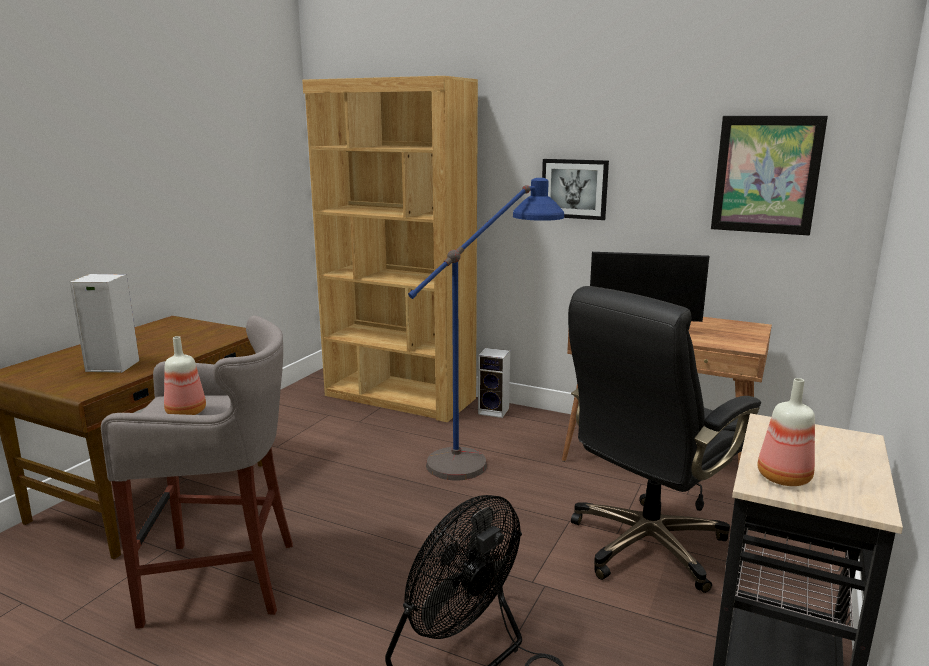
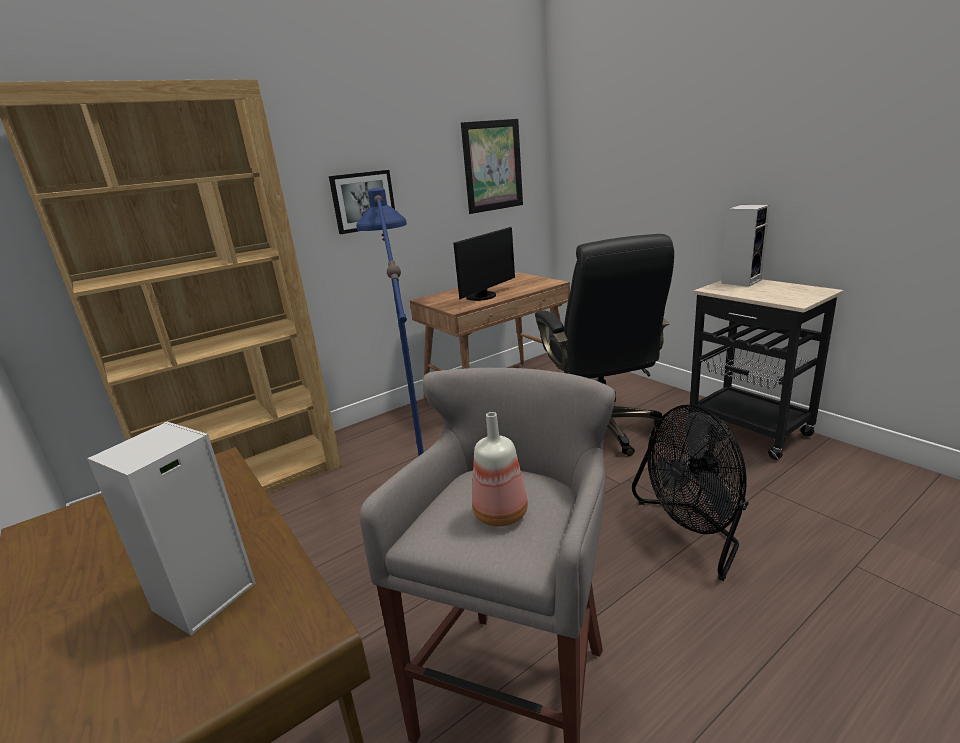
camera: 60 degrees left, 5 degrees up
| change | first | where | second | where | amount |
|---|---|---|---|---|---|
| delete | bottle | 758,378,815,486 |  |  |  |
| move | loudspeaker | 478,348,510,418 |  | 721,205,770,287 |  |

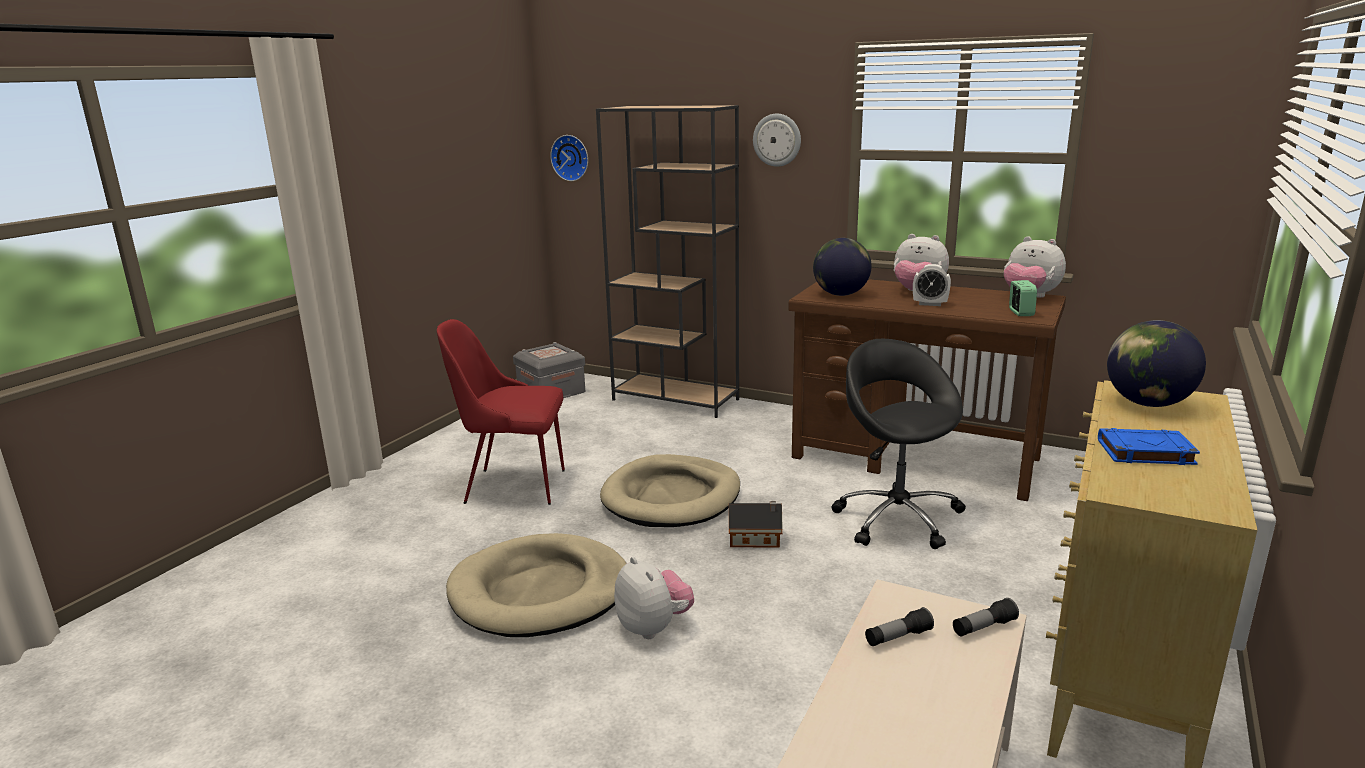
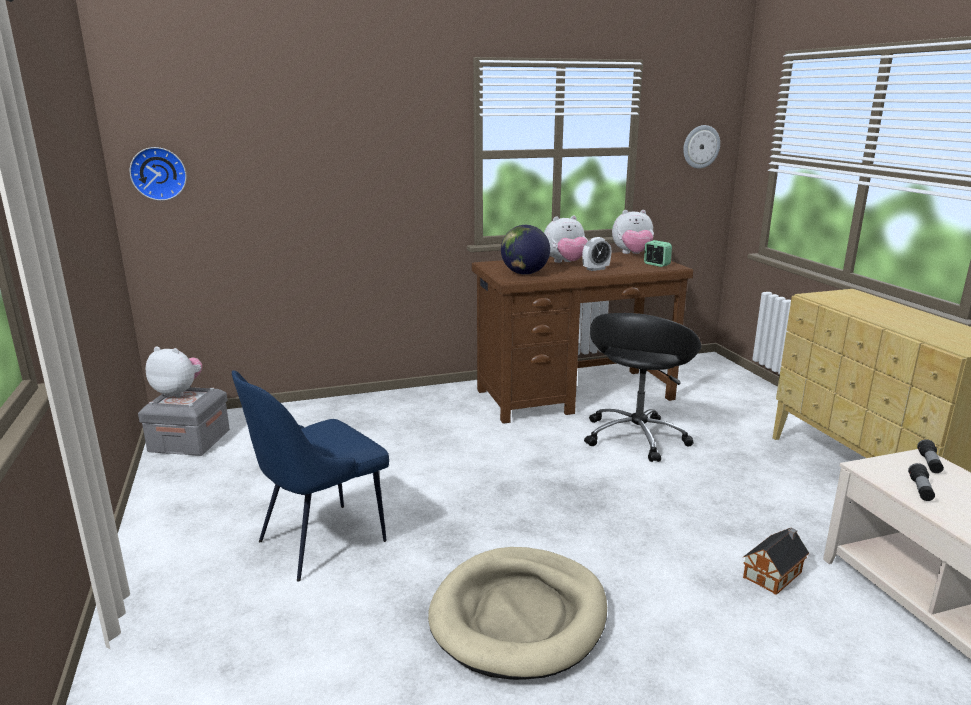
camera: 45 degrees left, 0 degrees up
| change | first | where | second | where | amount |
|---|---|---|---|---|---|
| delete | bookcase | 596,105,739,418 |  |  |  |
| delete | beige-coloured dog bed | 600,454,740,527 |  |  |  |
| delete | blue-coloured bound book | 1098,428,1200,465 |  |  |  |
| delete | globe | 1107,320,1206,407 |  |  |  |
| move | cuddly toy | 614,557,694,639 |  | 146,347,202,397 |  |
| move | miniature house | 729,501,783,548 |  | 743,528,809,595 |  |
| move | wall clock | 753,114,801,167 |  | 683,125,720,169 |  |
| recolor | reddish chair | 437,319,565,505 | blue-coloured chair | 232,370,389,582 |  |
| rotate | black computer chair | 831,339,966,549 |  | 584,313,702,462 | 75 degrees counterclockwise |

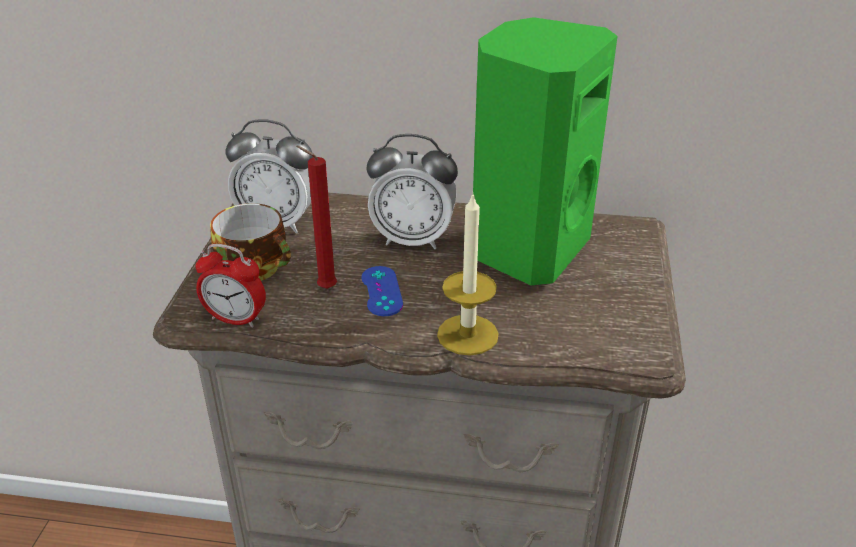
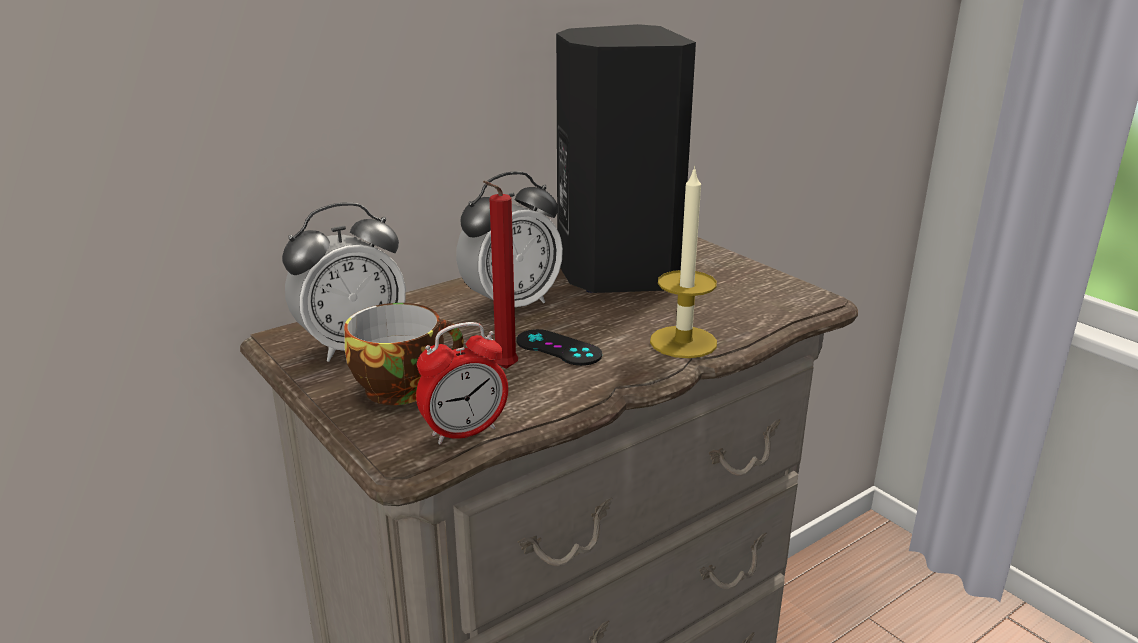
camera: 45 degrees left, 10 degrees down
| change | first | where | second | where | amount |
|---|---|---|---|---|---|
| recolor | blue-coloured game controller | 362,266,403,316 | black game controller | 516,329,602,366 |  |
| recolor | green-coloured loudspeaker | 473,17,618,285 | black loudspeaker | 556,24,696,293 |  |

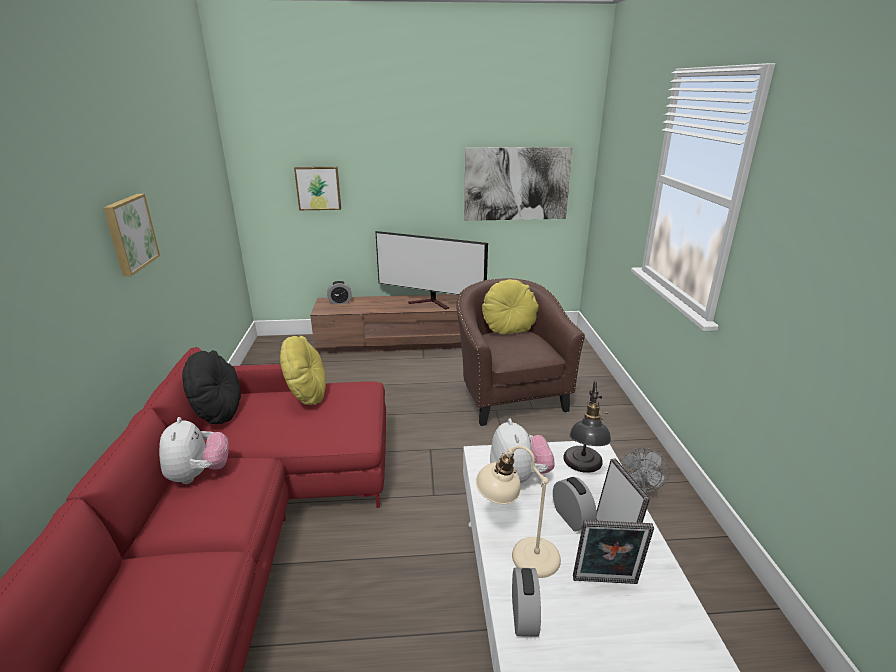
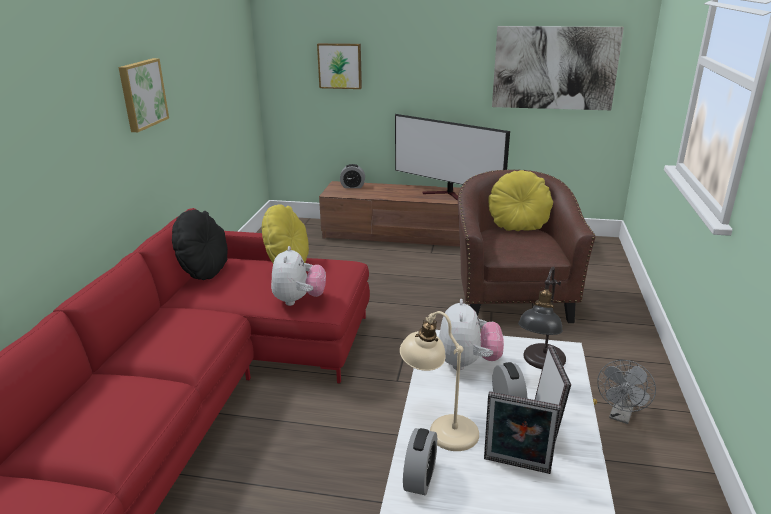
camera: 15 degrees right, 0 degrees up
| change | first | where | second | where | amount |
|---|---|---|---|---|---|
| move | cuddly toy | 159,417,229,484 |  | 271,246,326,306 |  |

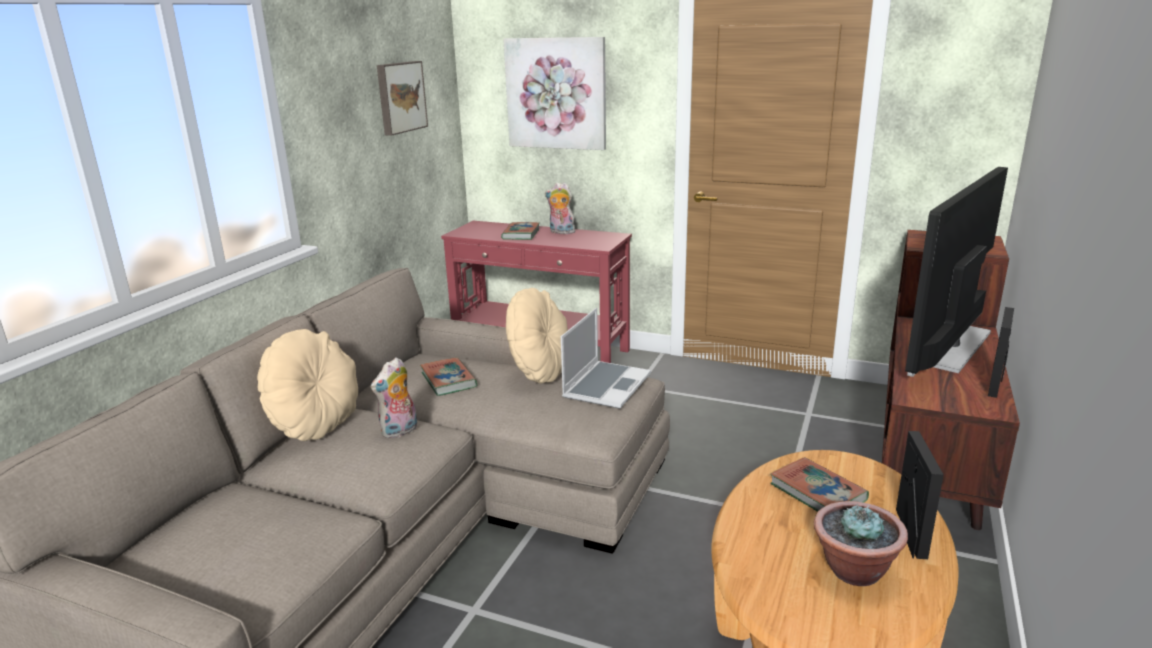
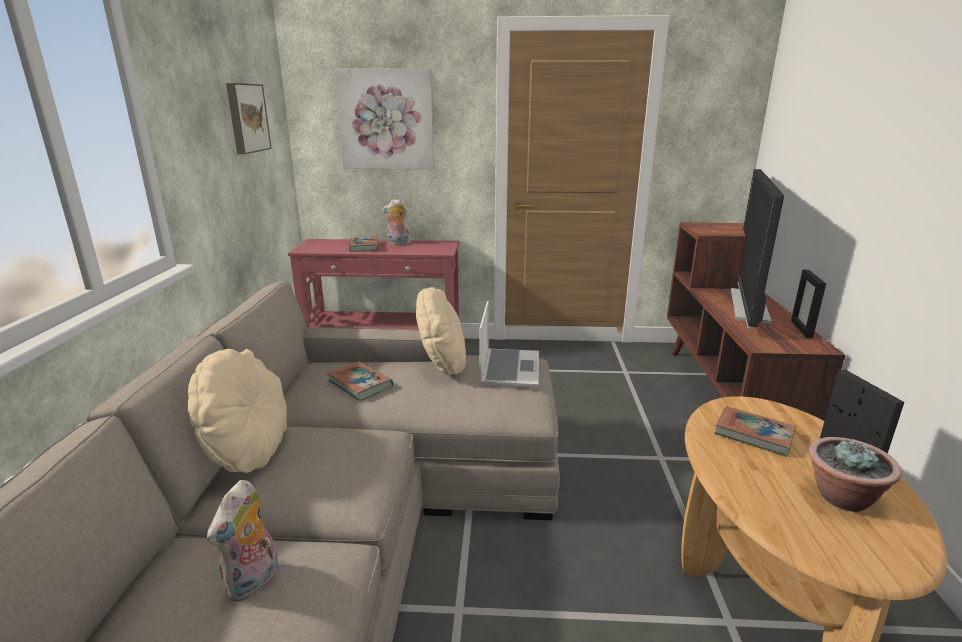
camera: 20 degrees left, 0 degrees up
| change | first | where | second | where | amount |
|---|---|---|---|---|---|
| move | cuddly toy | 371,357,417,438 |  | 207,480,278,602 |  |

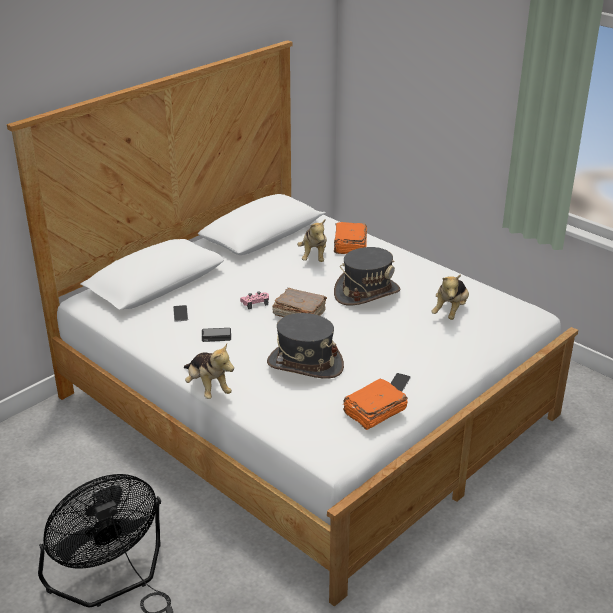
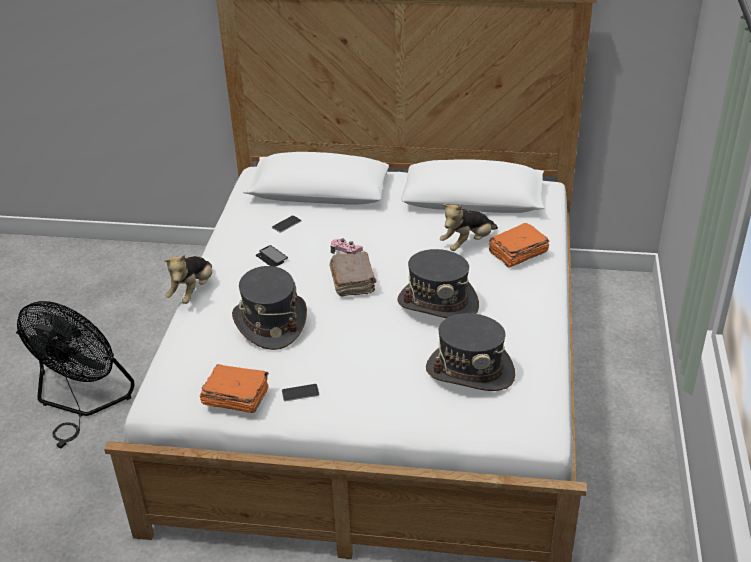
camera: 55 degrees right, 5 degrees up
| change | first | where | second | where | amount |
|---|---|---|---|---|---|
| replace | cuddly toy | 431,274,469,320 | gray clothing hat | 426,313,515,391 |  |

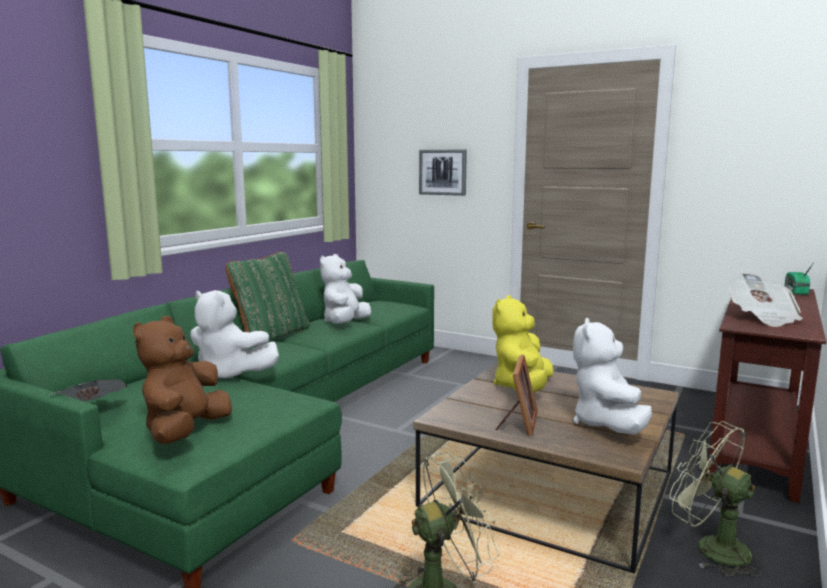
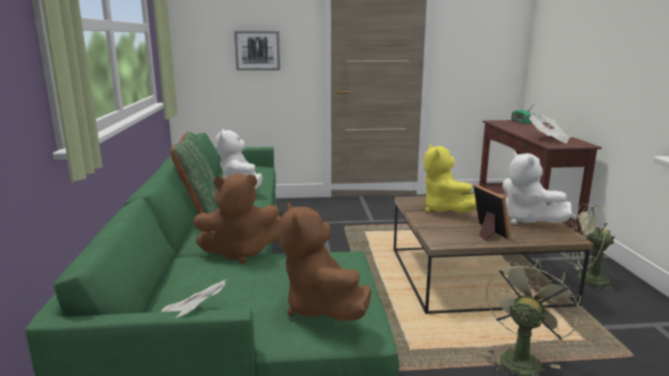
camera: 35 degrees left, 5 degrees up
| change | first | where | second | where | amount |
|---|---|---|---|---|---|
| recolor | white-coloured cuddly toy | 190,290,279,378 | brown-coloured cuddly toy | 193,173,280,264 |  |

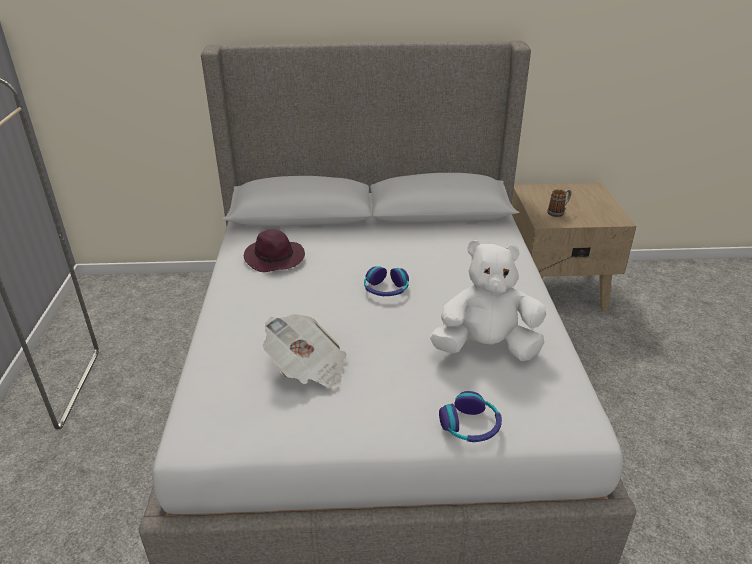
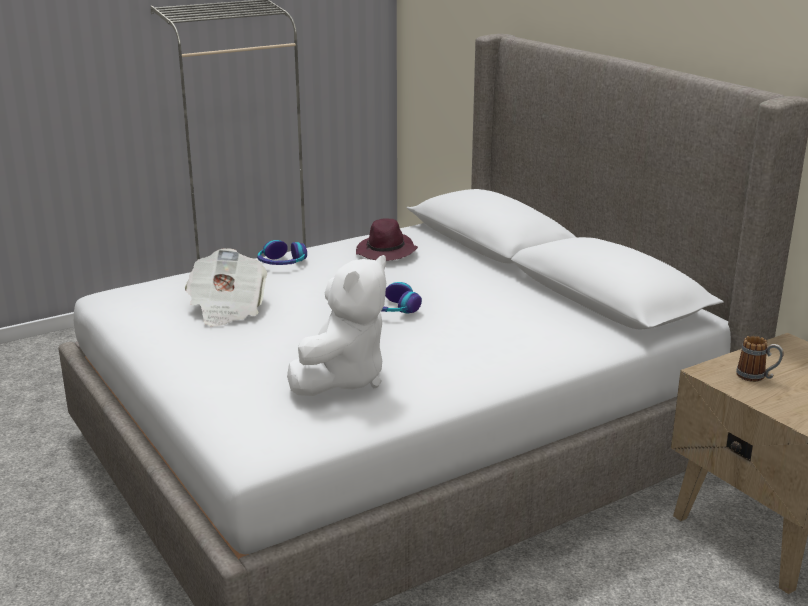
camera: 60 degrees right, 10 degrees down
| change | first | where | second | where | amount |
|---|---|---|---|---|---|
| move | pair of headphones | 439,391,502,442 |  | 257,240,307,265 |  |
| rotate | white-coloured cuddly toy | 430,240,546,361 |  | 287,255,386,396 | 60 degrees clockwise |

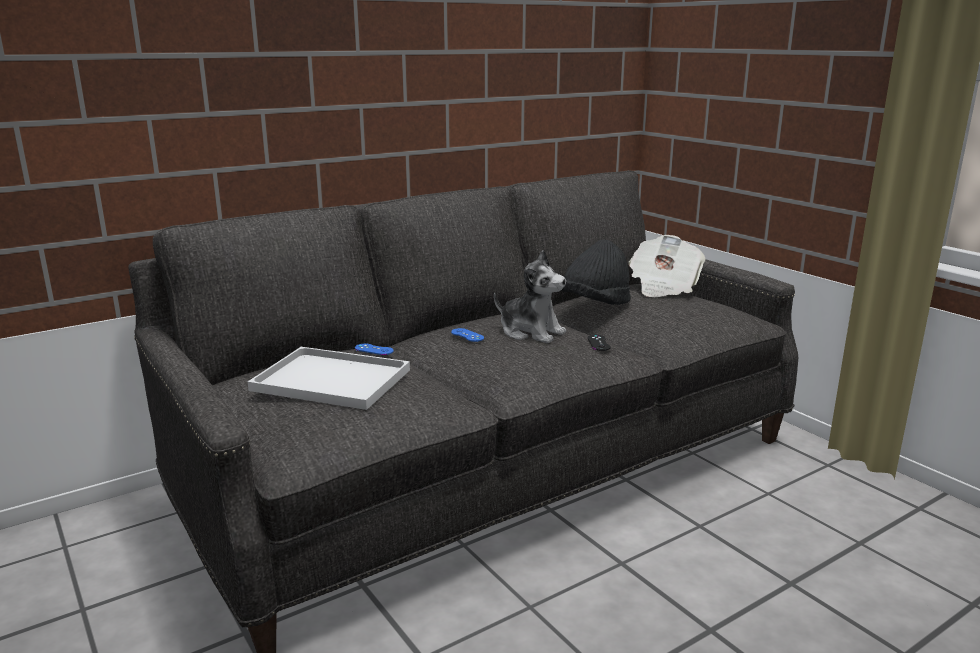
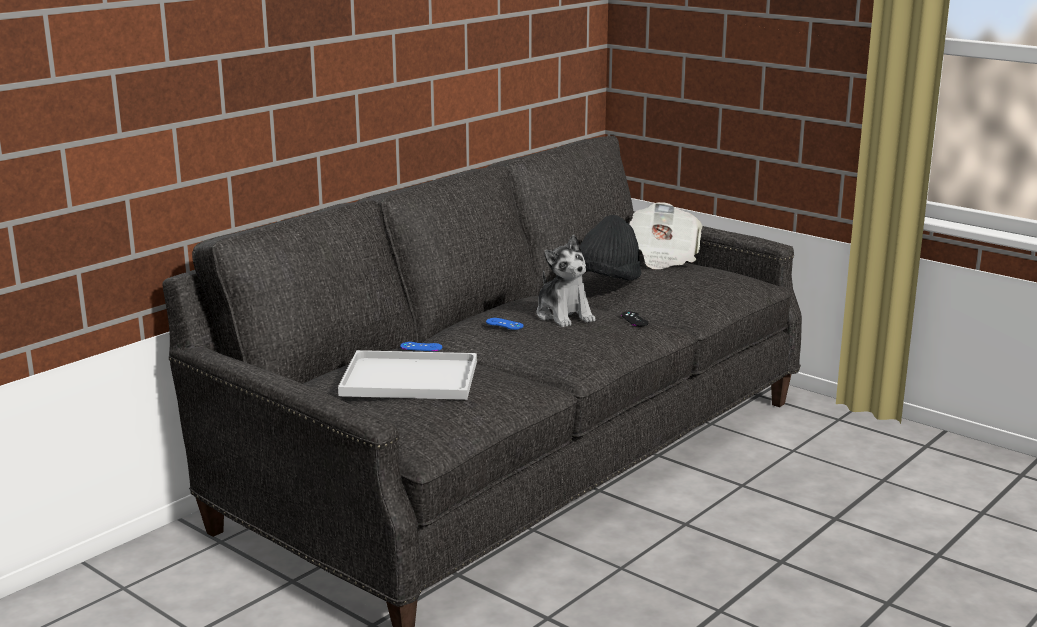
camera: 15 degrees left, 0 degrees up
| change | first | where | second | where | amount |
|---|---|---|---|---|---|
| rotate | cuddly toy | 494,250,566,344 |  | 536,235,595,327 | 45 degrees clockwise |

